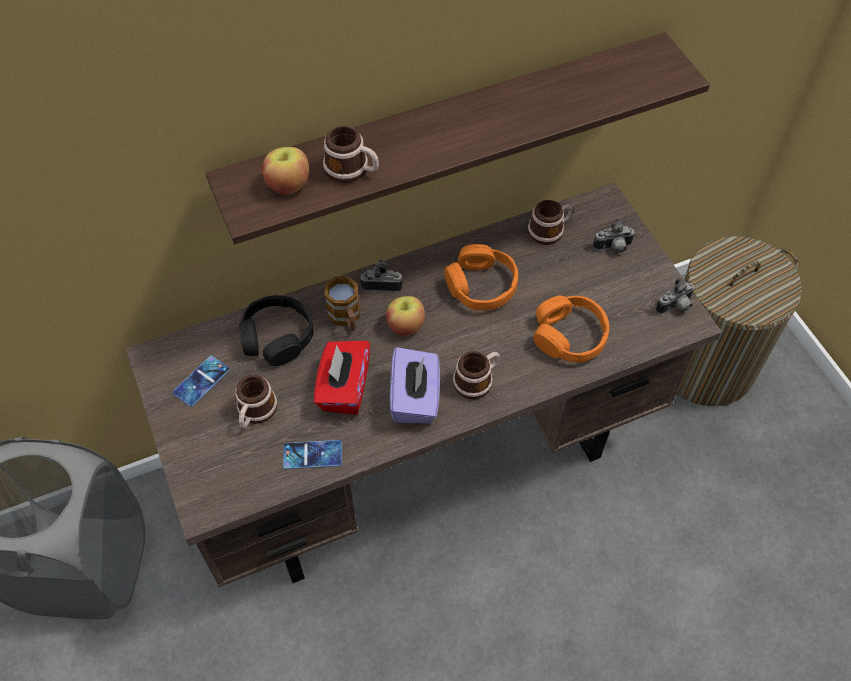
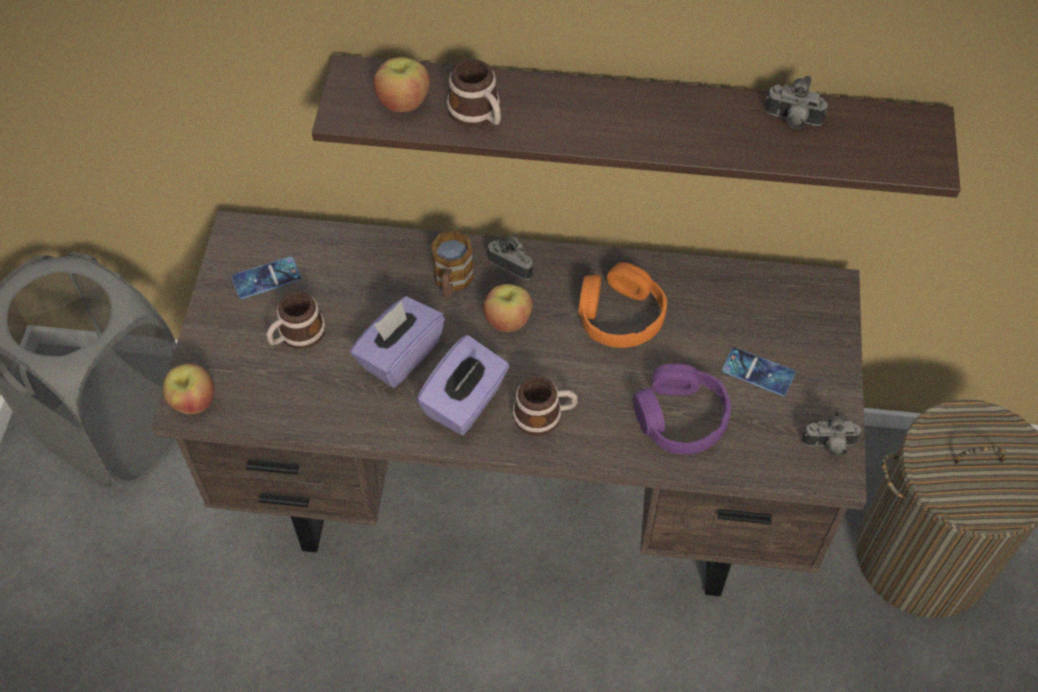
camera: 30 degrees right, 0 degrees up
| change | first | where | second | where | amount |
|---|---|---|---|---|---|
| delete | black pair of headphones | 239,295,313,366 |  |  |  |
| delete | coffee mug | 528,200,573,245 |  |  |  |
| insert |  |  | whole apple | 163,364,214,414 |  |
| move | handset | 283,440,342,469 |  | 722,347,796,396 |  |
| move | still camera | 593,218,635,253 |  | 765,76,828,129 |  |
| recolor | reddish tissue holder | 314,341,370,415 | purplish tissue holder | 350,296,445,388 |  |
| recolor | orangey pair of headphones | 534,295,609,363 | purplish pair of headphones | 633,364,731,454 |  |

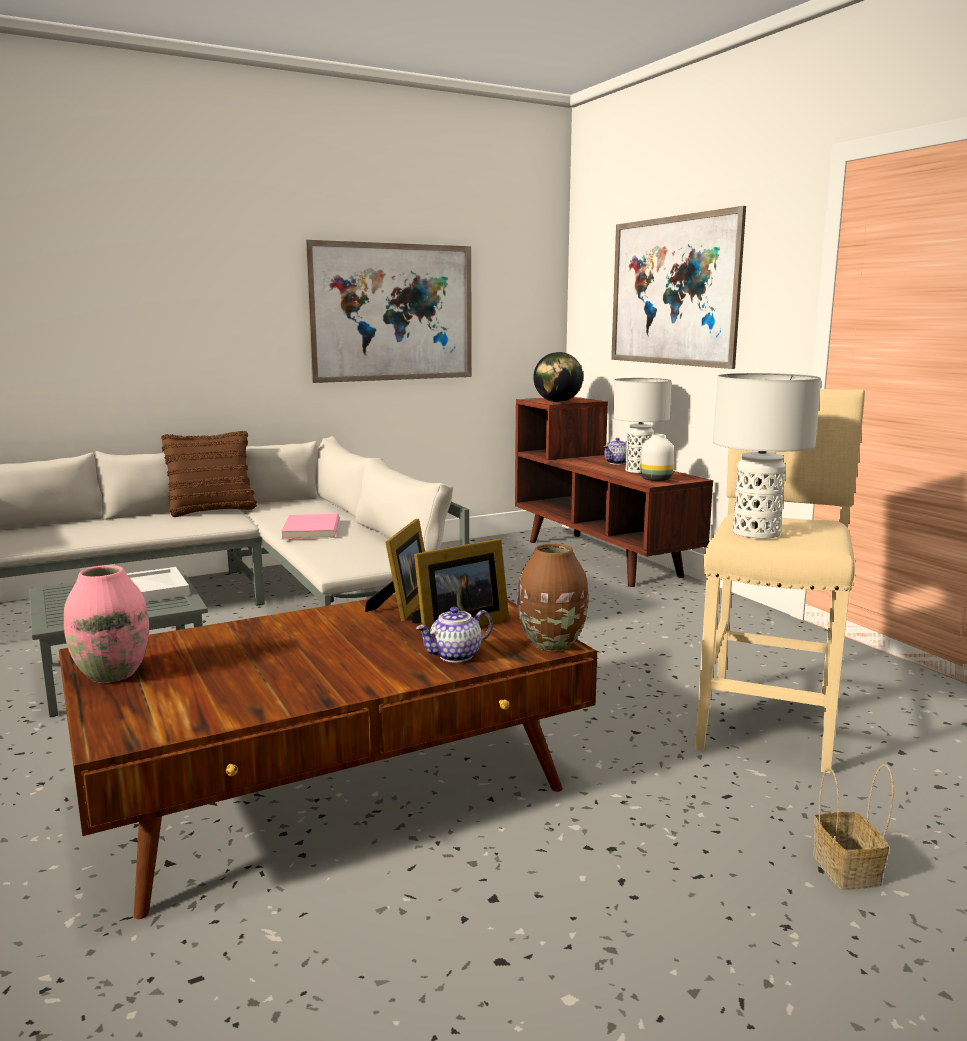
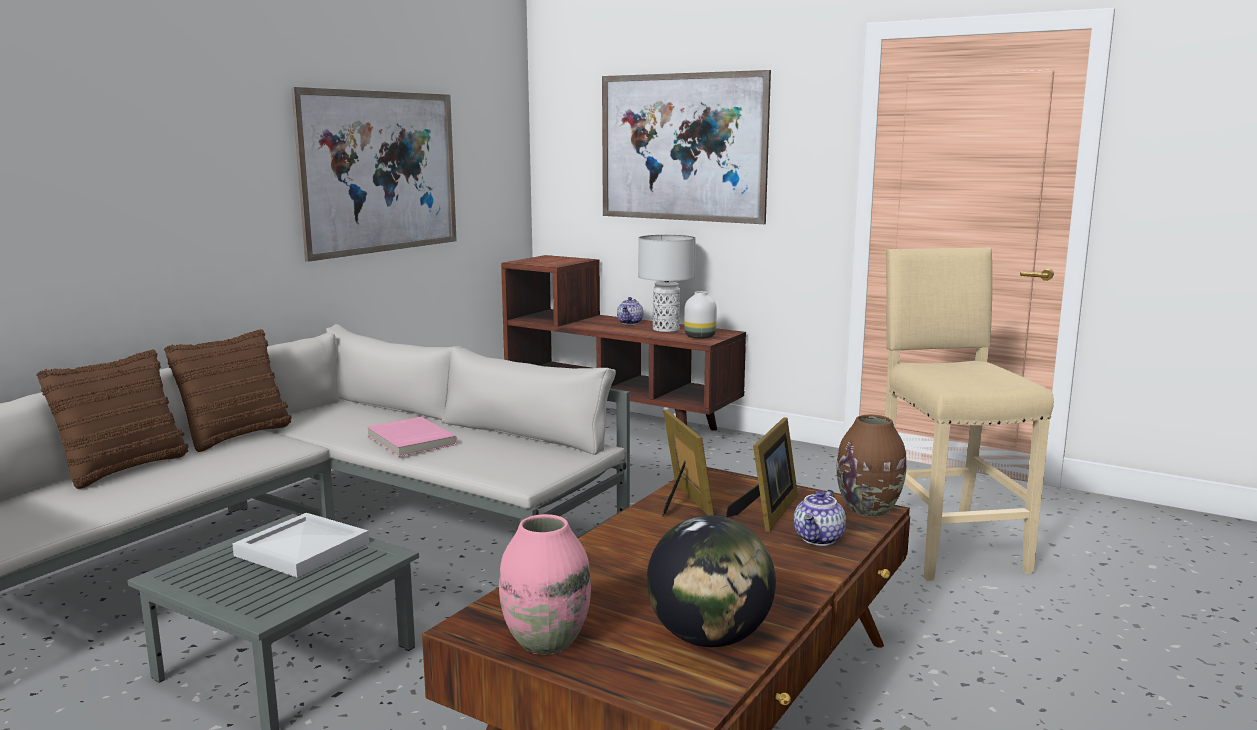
camera: 30 degrees left, 0 degrees up
| change | first | where | second | where | amount |
|---|---|---|---|---|---|
| delete | white-coloured tabletop lamp | 713,373,821,539 |  |  |  |
| delete | household basket | 813,764,894,890 |  |  |  |
| insert |  |  | brown-coloured pillow | 36,349,189,489 |  |
| move | globe | 533,352,583,402 |  | 647,515,776,647 |  |

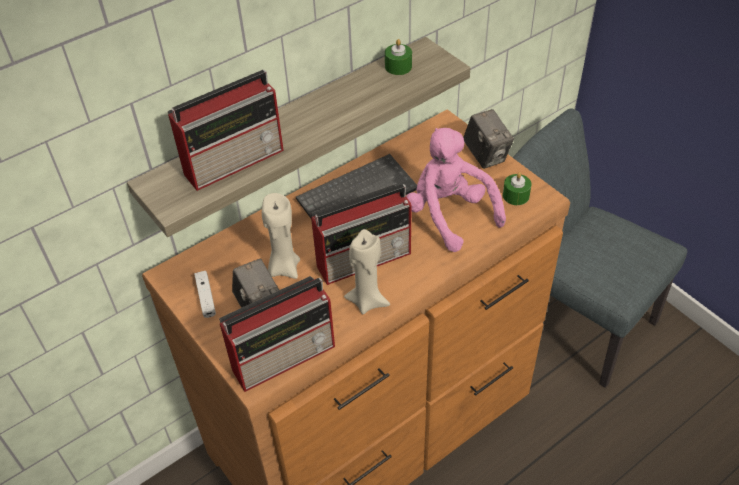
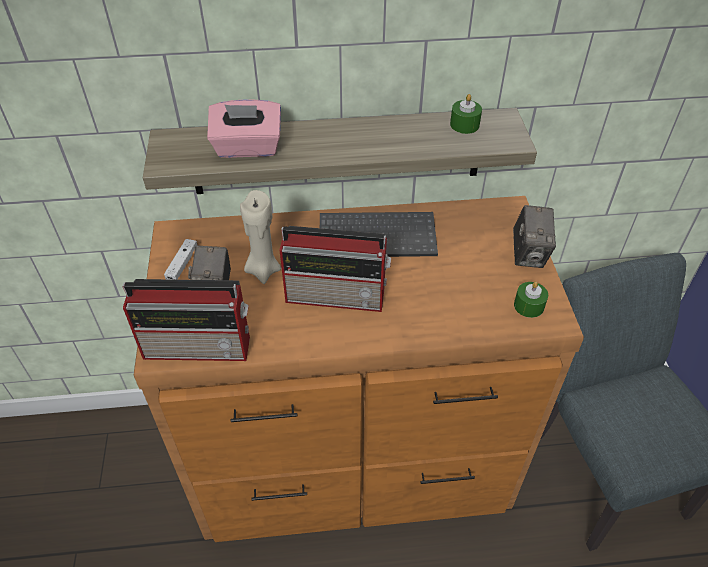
camera: 30 degrees right, 0 degrees up
| change | first | where | second | where | amount |
|---|---|---|---|---|---|
| delete | beige-coloured wax candle | 344,229,390,314 |  |  |  |
| delete | pink-coloured cuddly toy | 406,128,506,252 |  |  |  |
| replace | radio set | 168,70,284,191 | pink-coloured tissue holder | 207,99,281,158 |  |

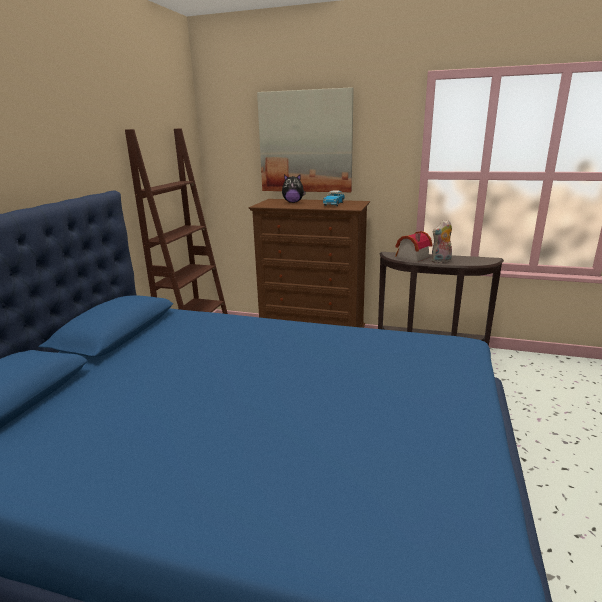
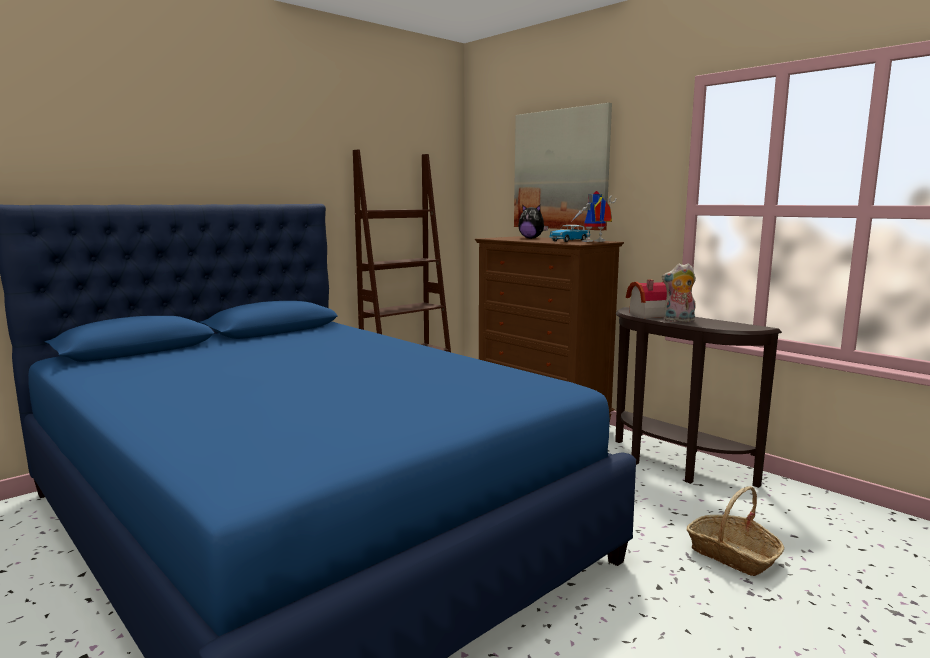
camera: 30 degrees right, 10 degrees down
| change | first | where | second | where | amount |
|---|---|---|---|---|---|
| insert |  |  | robot figure | 572,191,616,242 |  |
| insert |  |  | household basket | 687,486,784,576 |  |

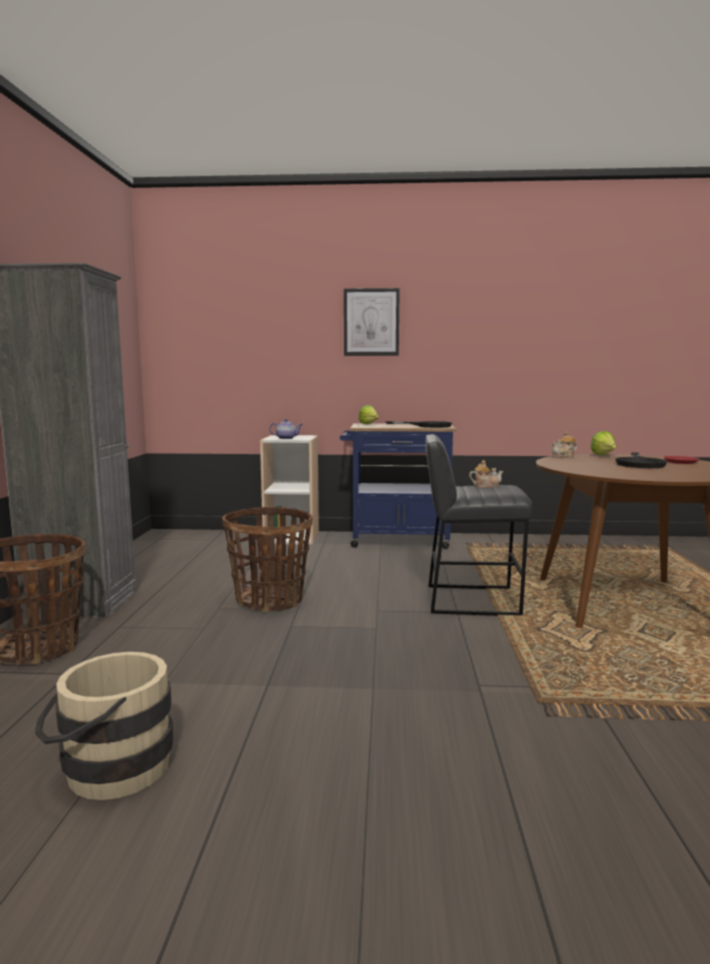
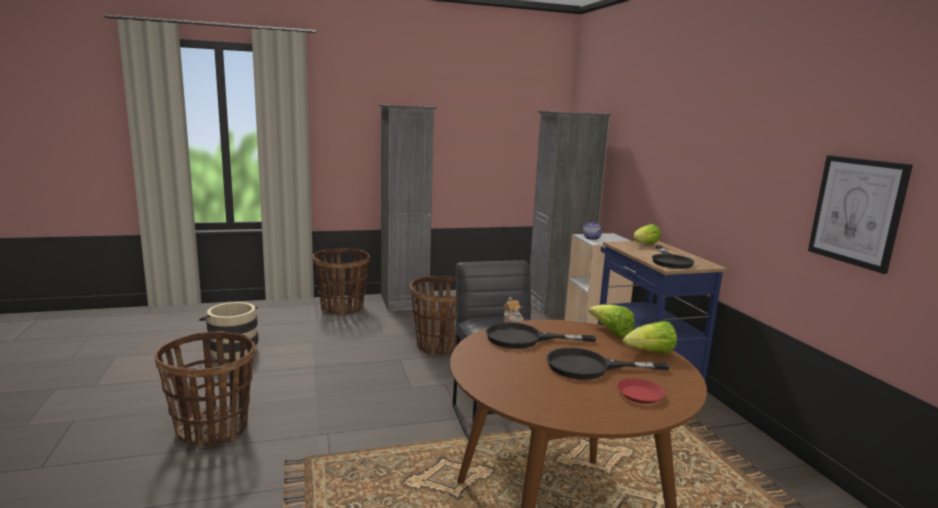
camera: 70 degrees right, 5 degrees up
| change | first | where | second | where | amount |
|---|---|---|---|---|---|
| insert |  |  | household basket | 154,331,255,448 |  |
| insert |  |  | black frying pan | 486,322,596,349 |  |
| insert |  |  | gray cabinet | 530,111,611,314 |  |
| move | picture | 344,288,400,356 |  | 808,155,913,274 |  |
| replace | teapot | 552,432,577,458 | lettuce head | 589,304,635,337 |  |

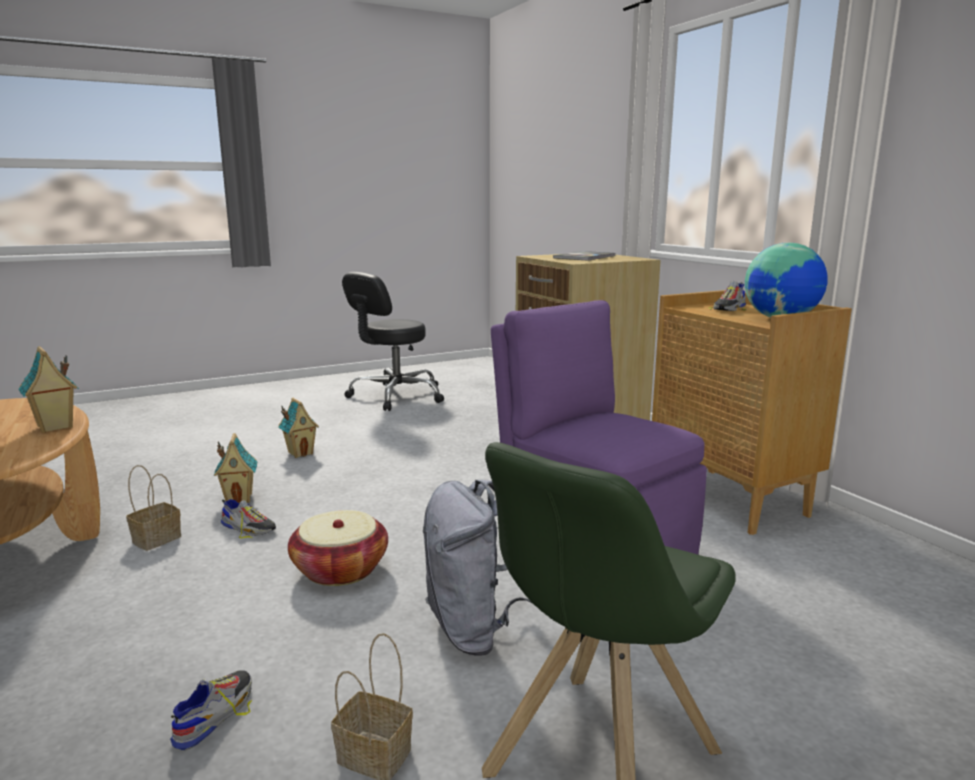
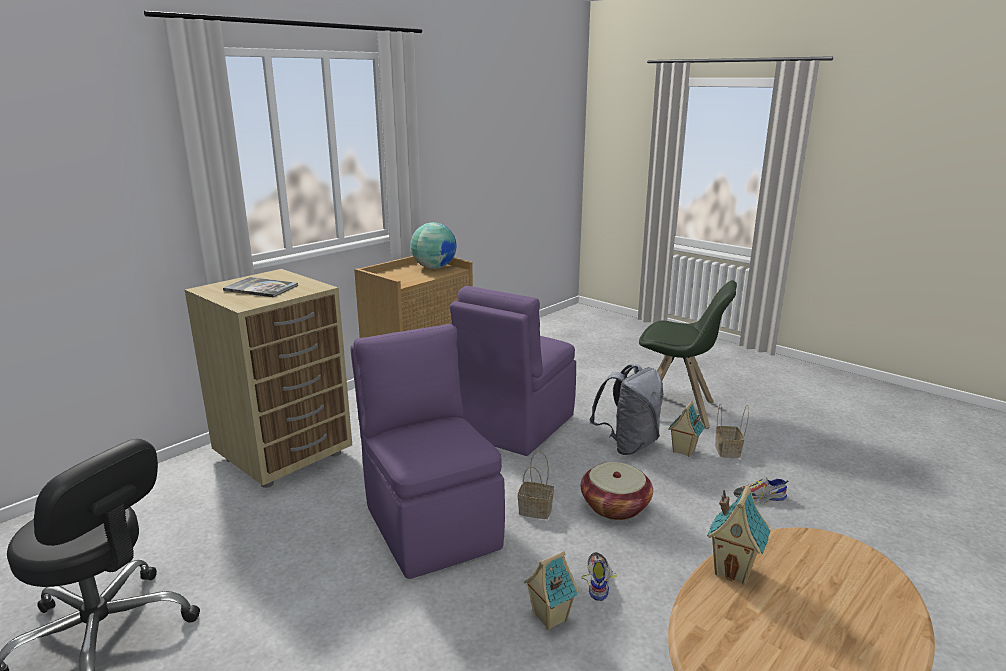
camera: 110 degrees left, 5 degrees up
| change | first | where | second | where | amount |
|---|---|---|---|---|---|
| delete | shoe | 709,281,746,311 |  |  |  |
| insert |  |  | purplish chair | 350,324,505,579 |  |
| move | household basket | 126,465,181,551 |  | 518,451,554,519 |  |
| move | miniature house | 278,397,319,458 |  | 668,401,705,457 |  |

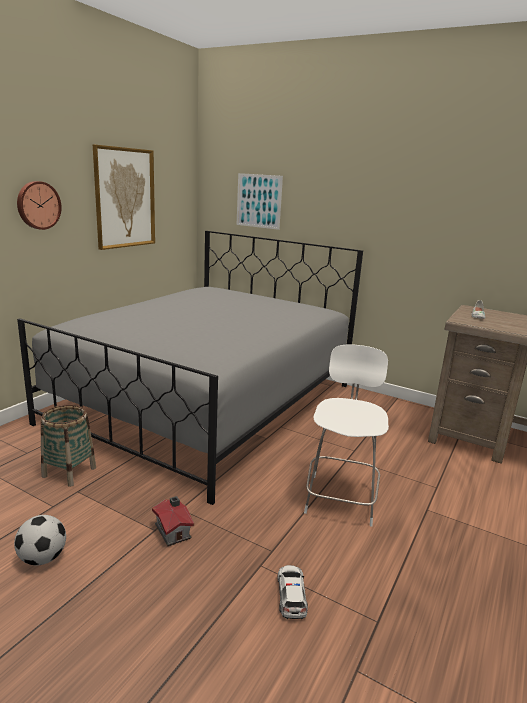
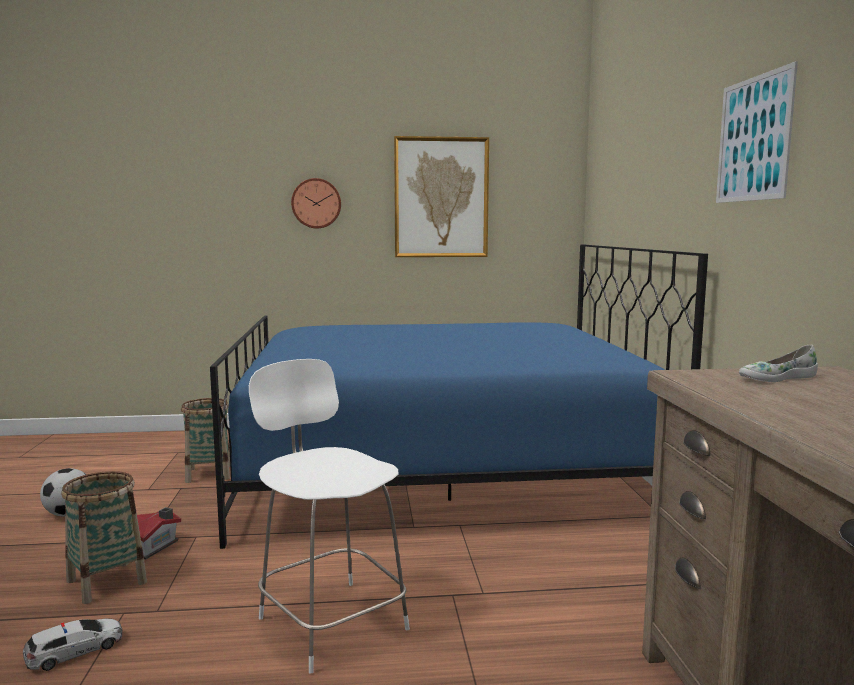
camera: 55 degrees right, 10 degrees down
| change | first | where | second | where | amount |
|---|---|---|---|---|---|
| insert |  |  | household basket | 61,471,147,604 |  |
| move | picture | 237,173,283,230 |  | 716,61,798,203 |  |
| recolor | gray bedroom bed | 17,231,363,505 | blue-coloured bedroom bed | 210,244,708,549 |  |
| rotate | white-coloured chair | 304,344,389,527 |  | 249,359,410,673 | 105 degrees counterclockwise |

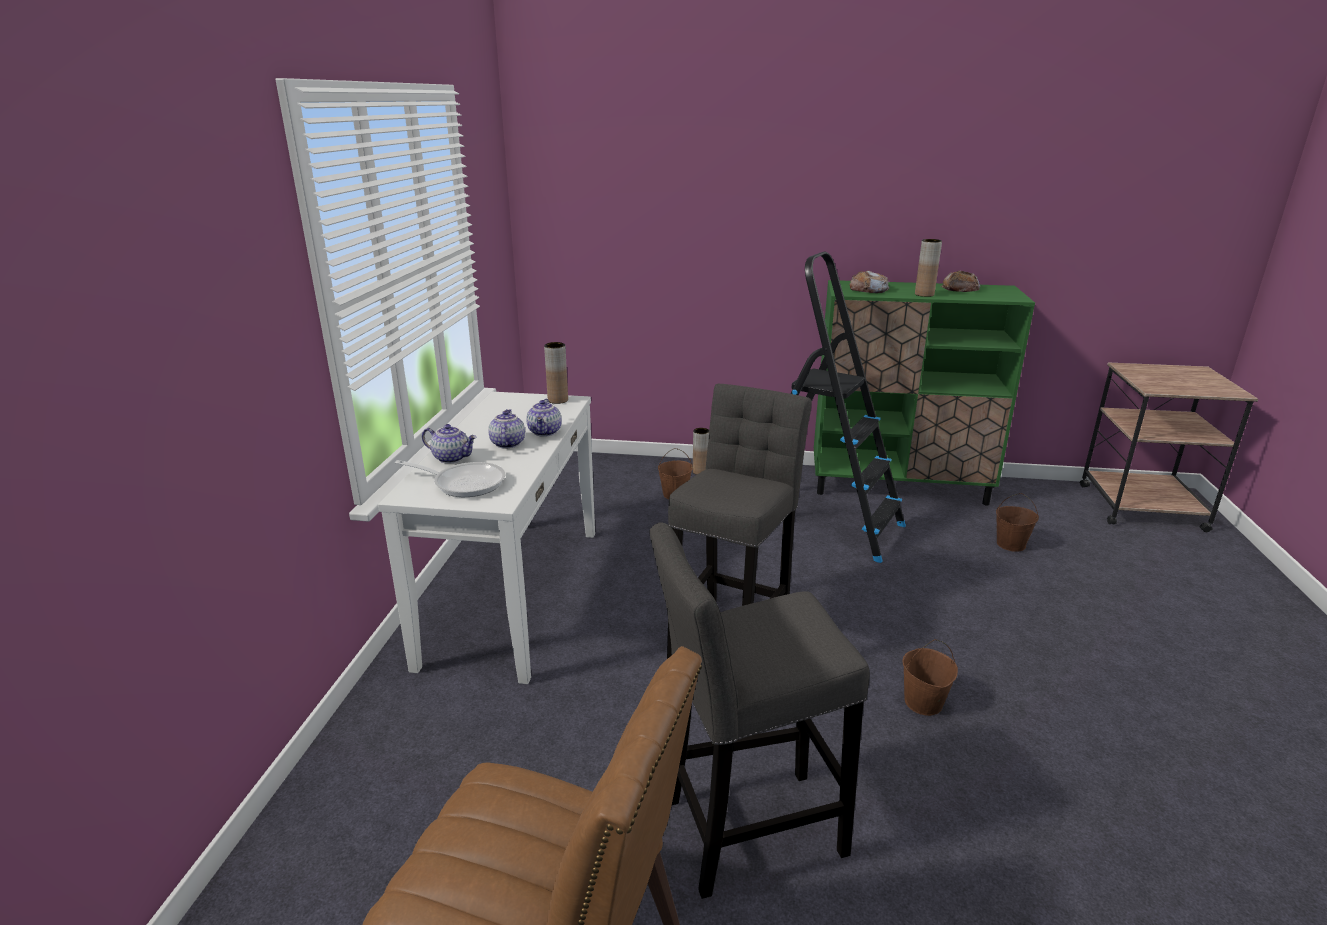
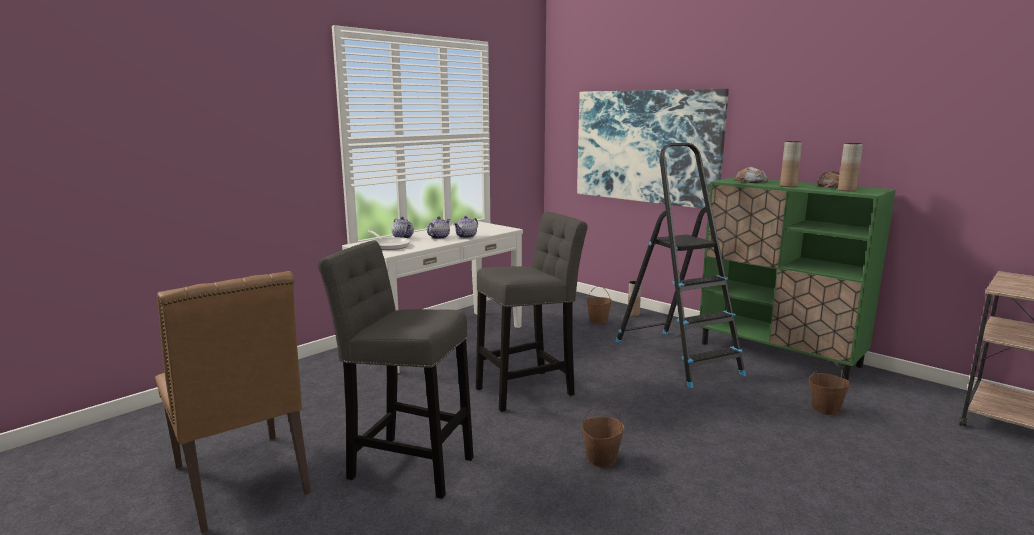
camera: 35 degrees right, 10 degrees down
| change | first | where | second | where | amount |
|---|---|---|---|---|---|
| insert |  |  | picture | 577,89,729,209 |  |
| move | brown-coloured flower vase | 544,342,568,404 |  | 838,143,863,191 |  |

